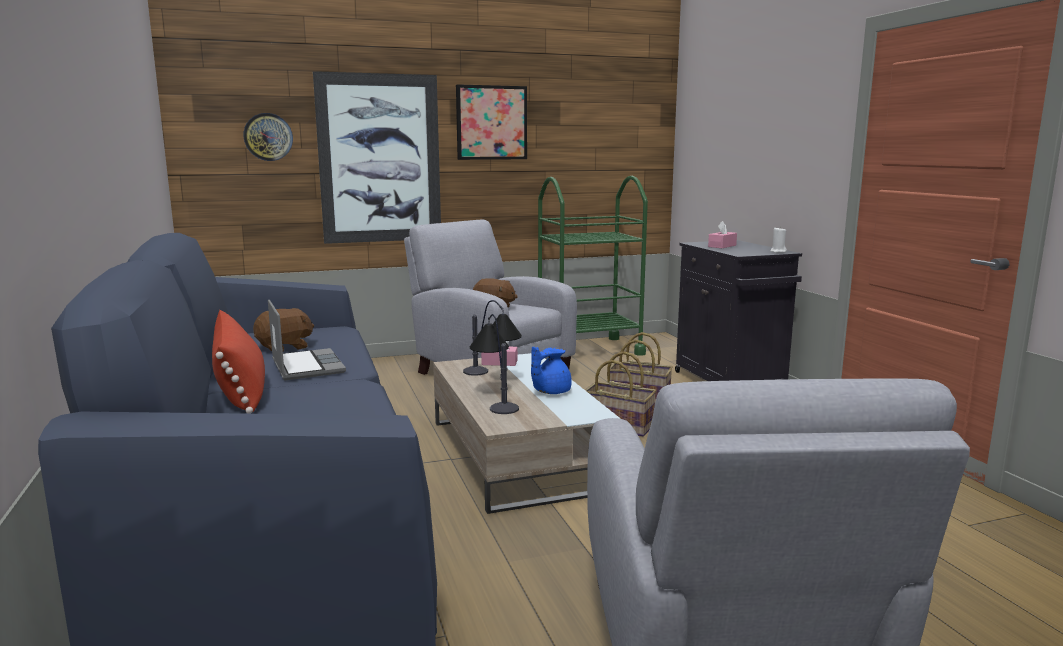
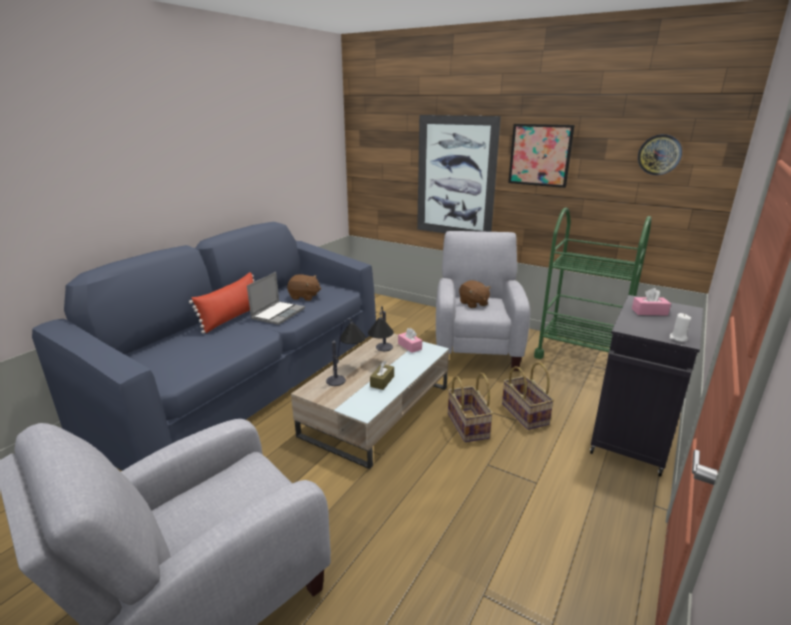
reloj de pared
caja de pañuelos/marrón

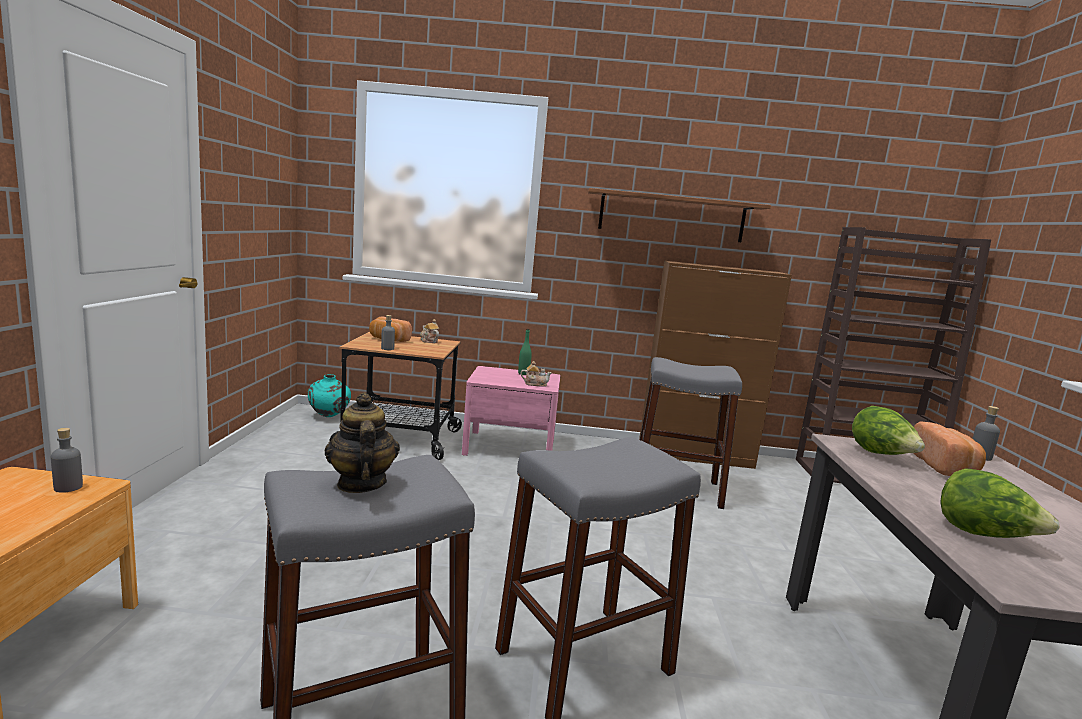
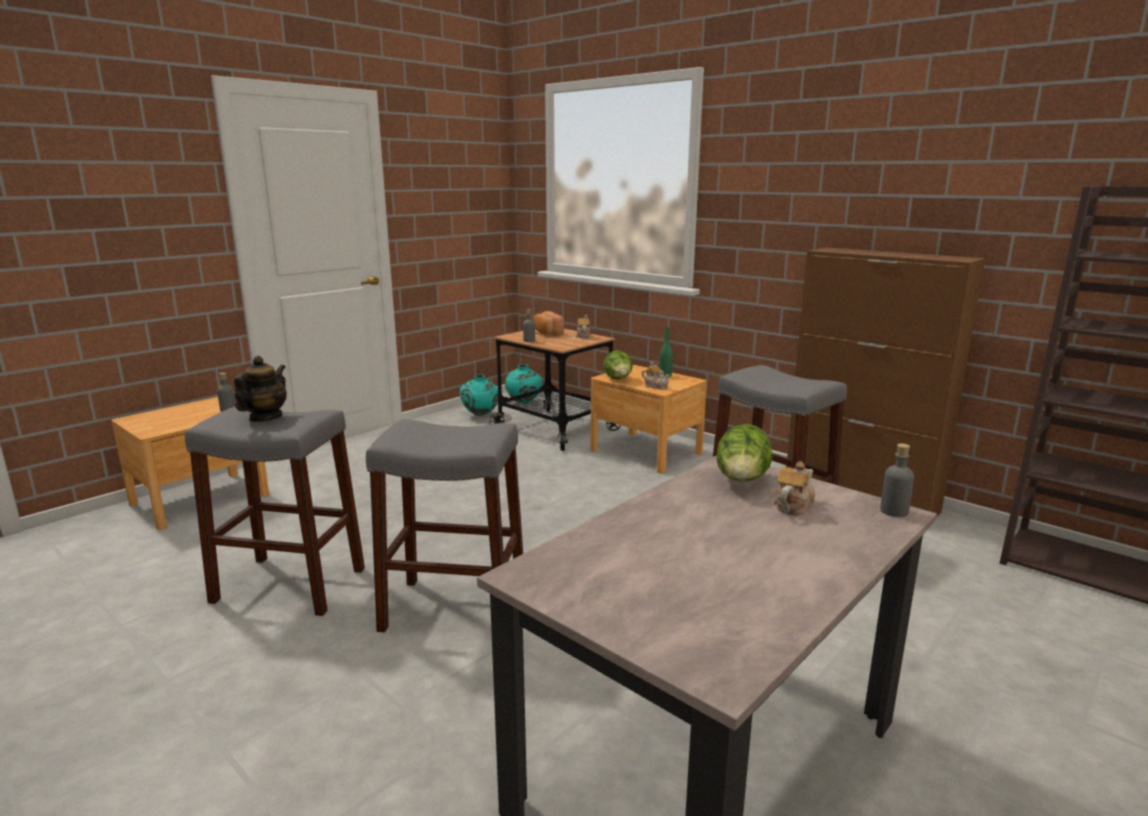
estante
florero/turquesa (1st from left)
lechuga (1st from left)
tetera (4th from left)
mesita de noche/marrón (2nd from left)

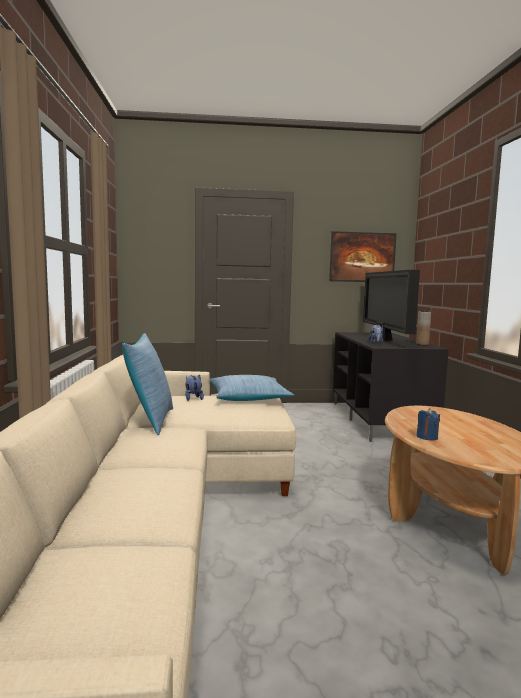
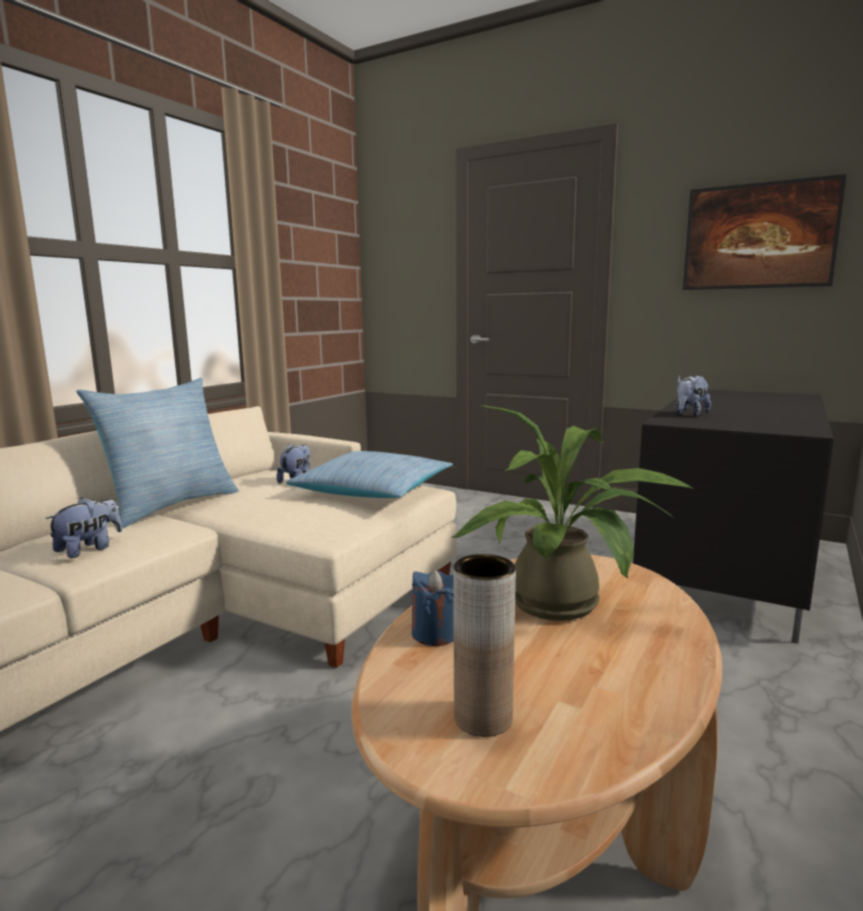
televisor
peluche (1st from left)
planta en maceta
florero/marrón

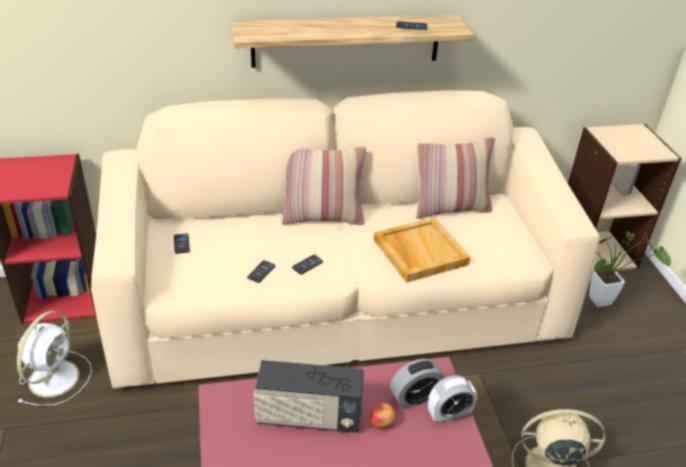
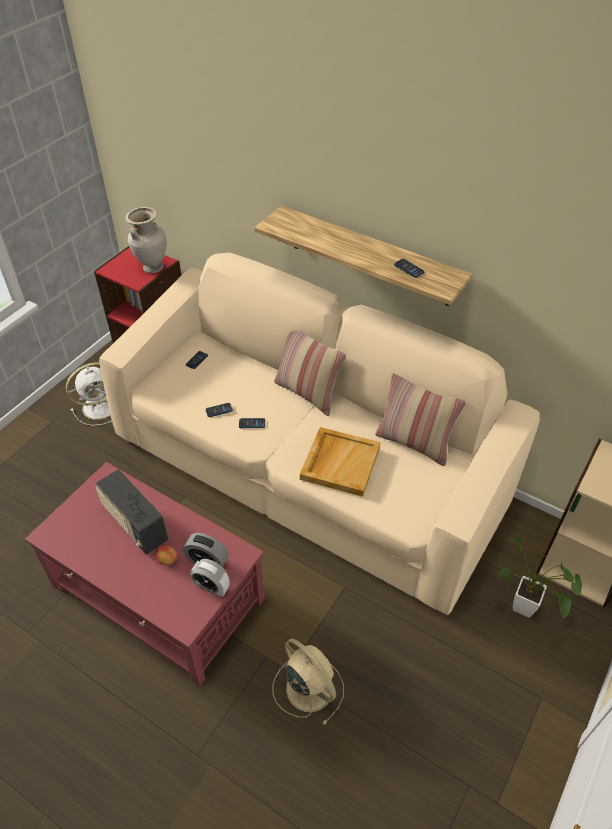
florero/beis

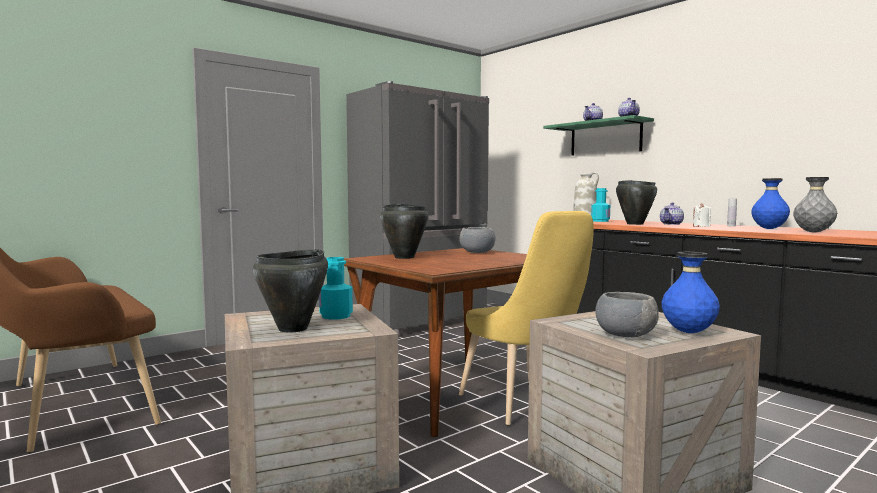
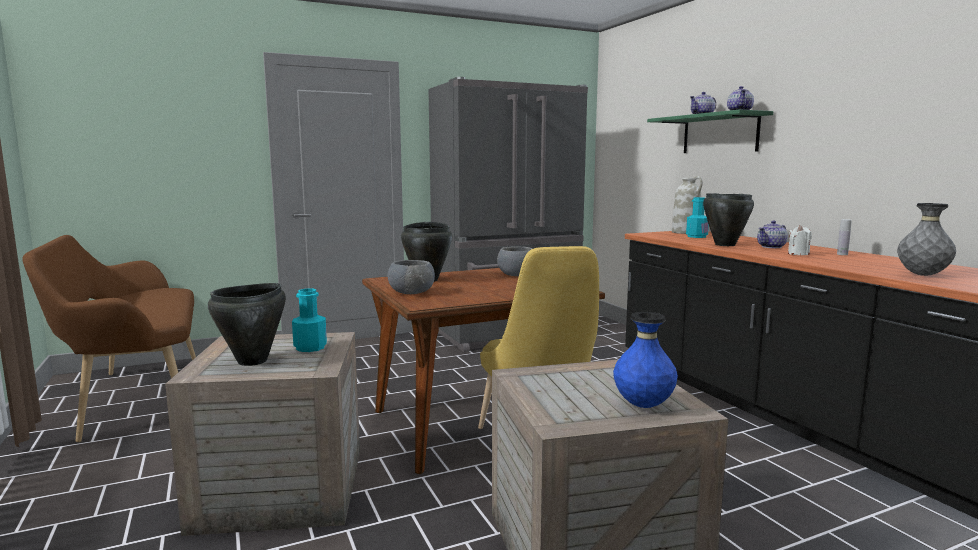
florero/azul (2nd from left in the first image)
cuenco/gris (1st from left)

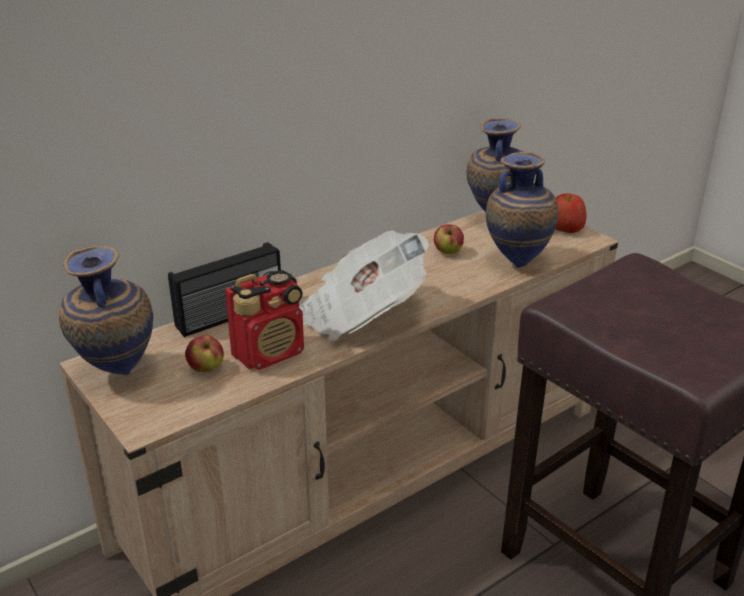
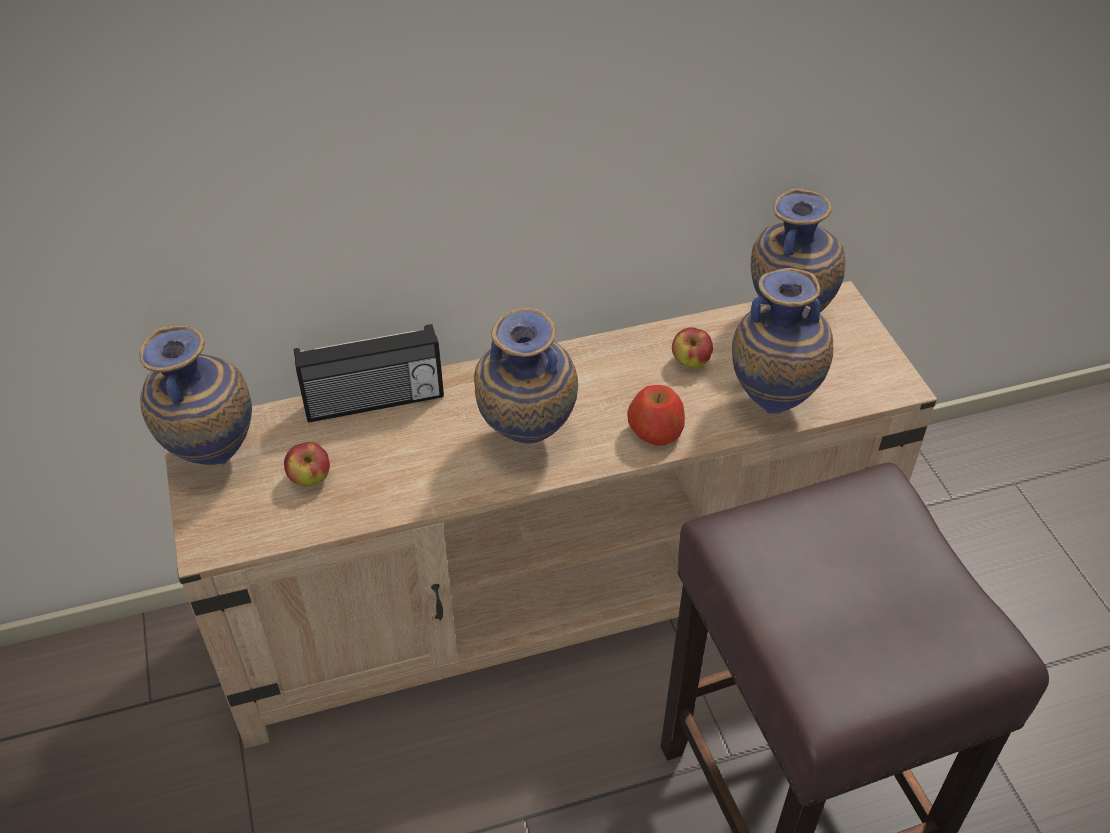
radio (2nd from left in the first image)
manzana (2nd from left)
florero (2nd from left)

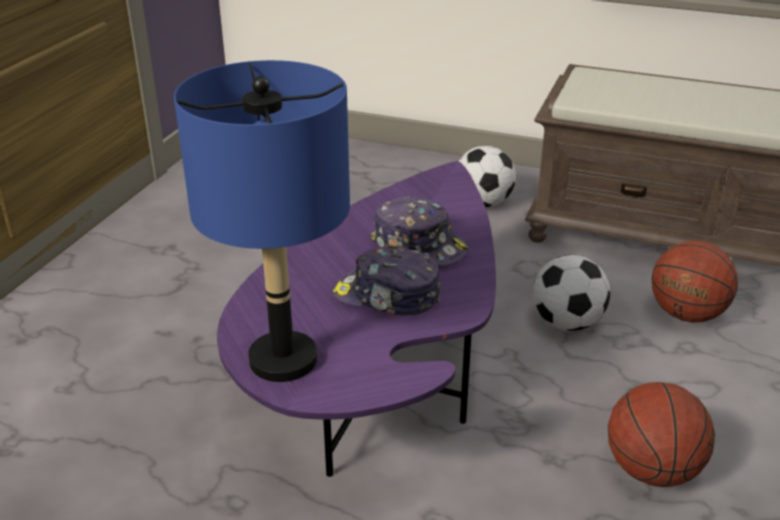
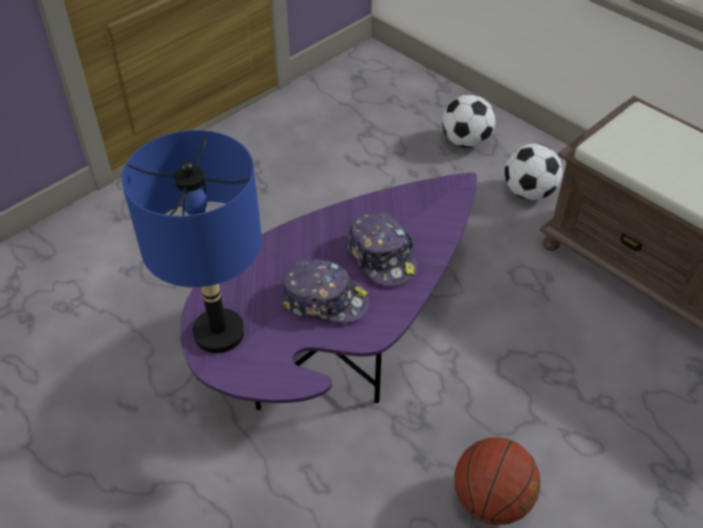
balón de baloncesto (2nd from left in the first image)
balón de fútbol (1st from left)
gorra (1st from left)

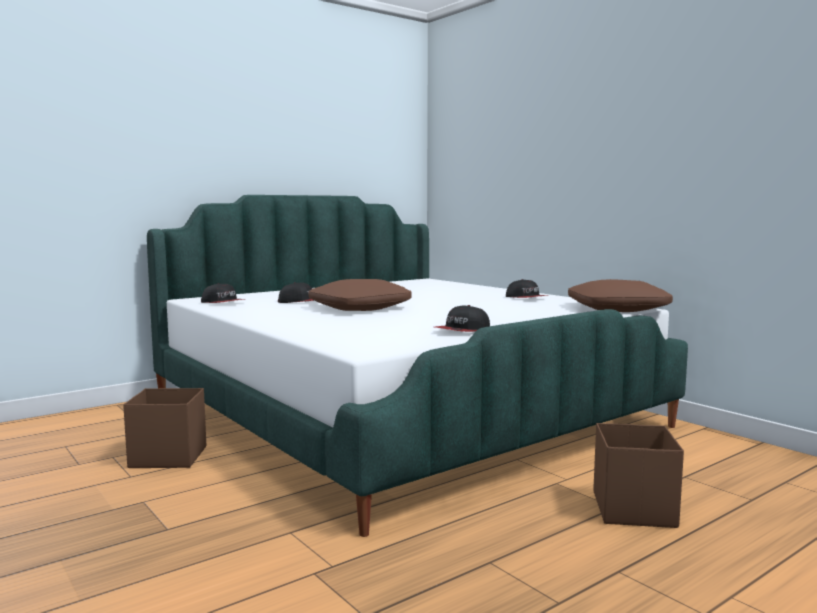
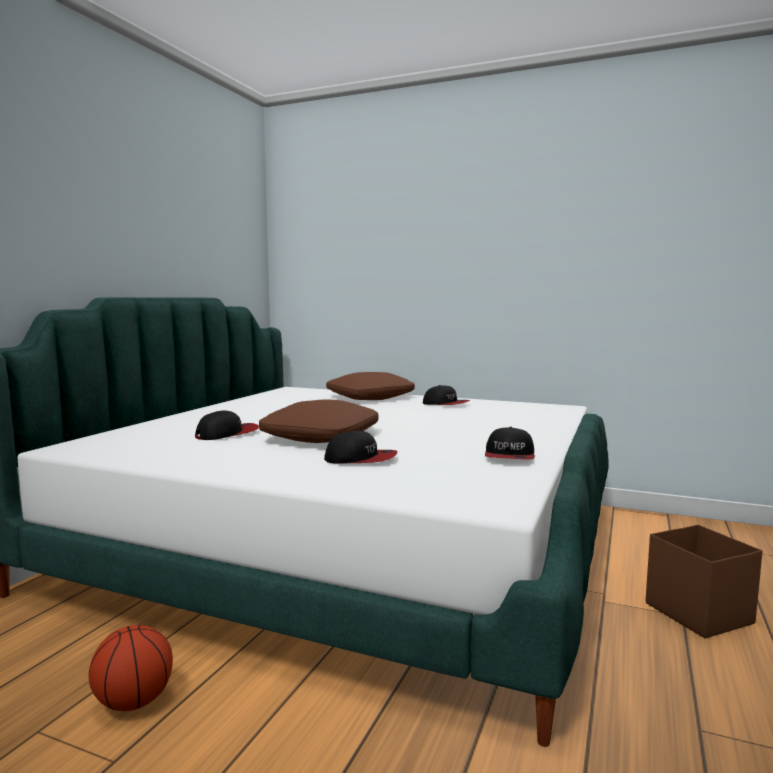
gorra (2nd from left)
cojín/marrón (2nd from left)
balón de baloncesto

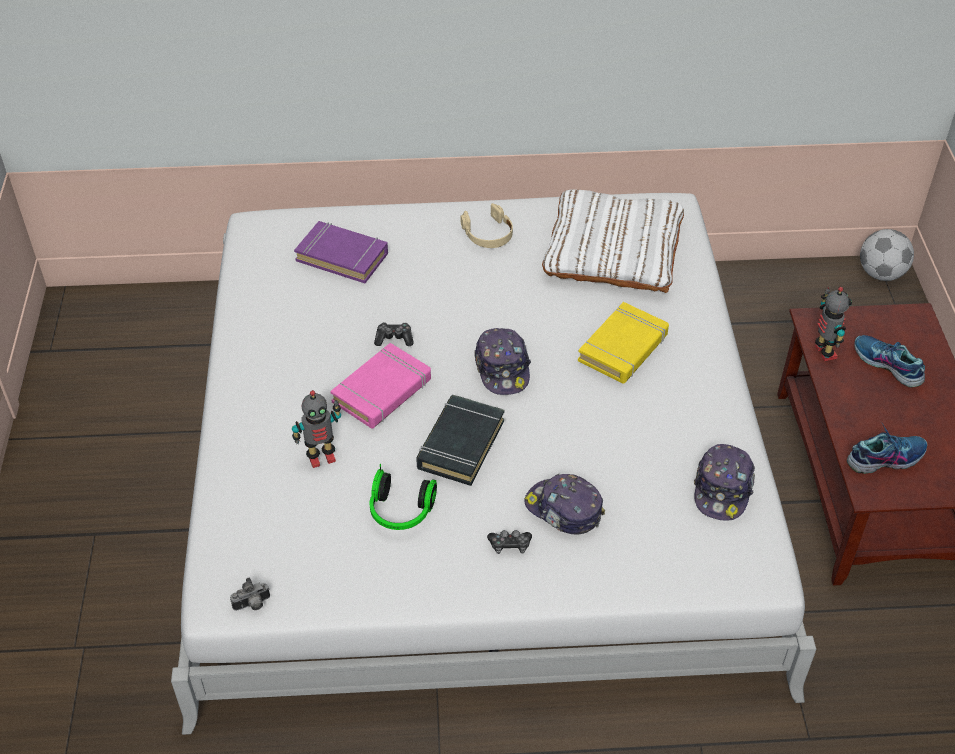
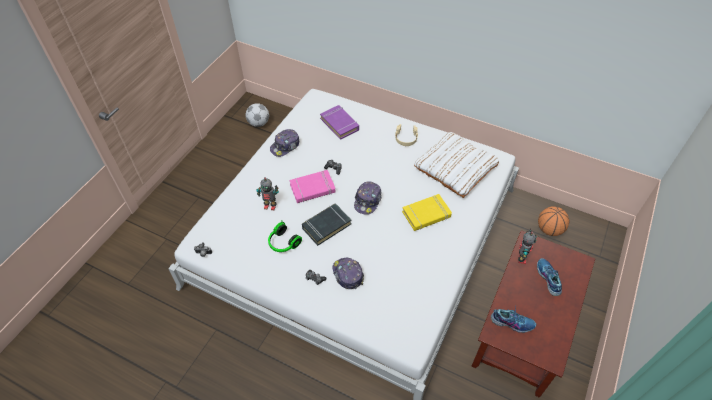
balón de baloncesto
gorra (1st from left)
balón de fútbol

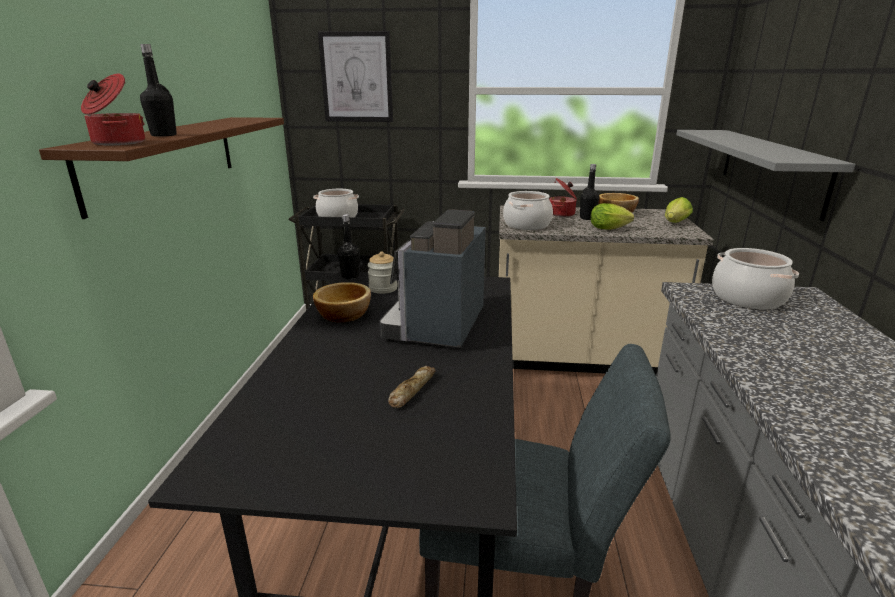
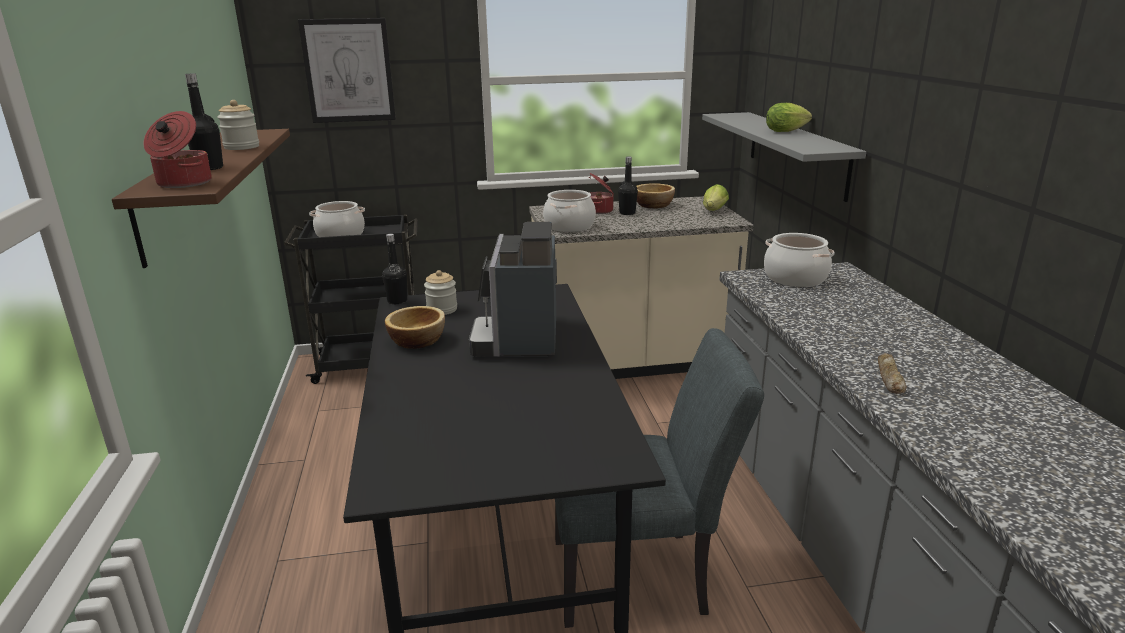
tarro (1st from left)
pan
lechuga (2nd from left)

